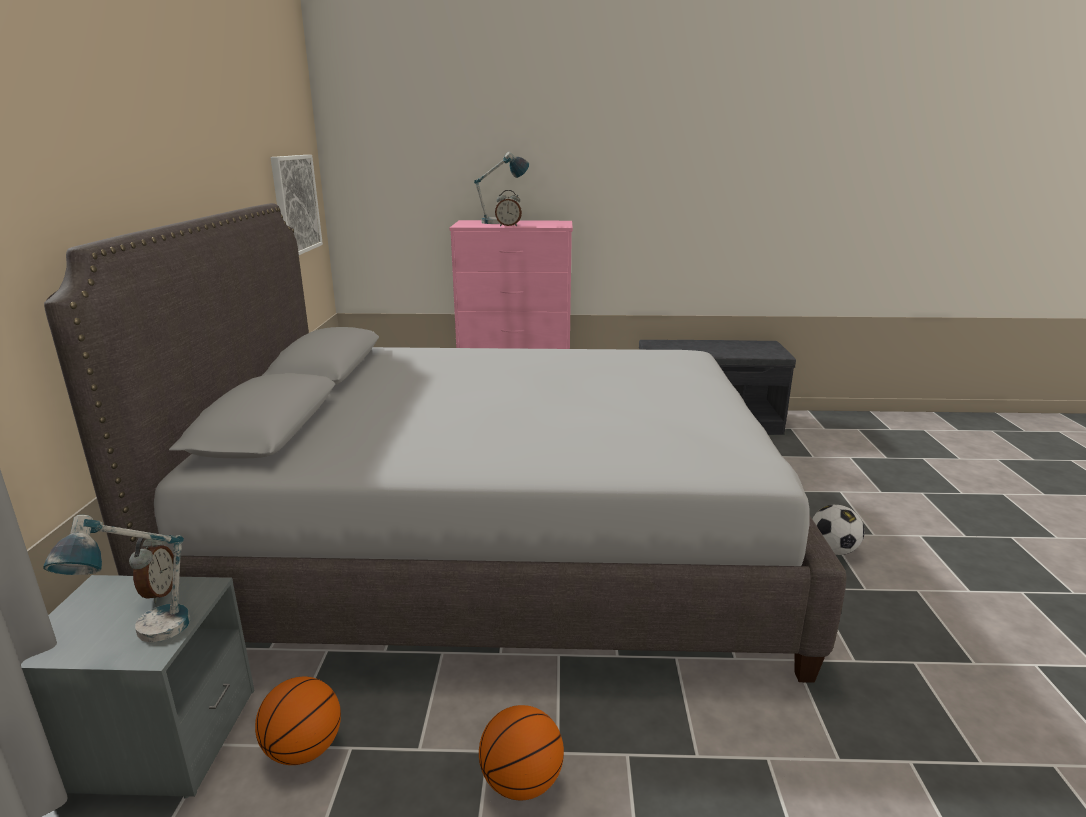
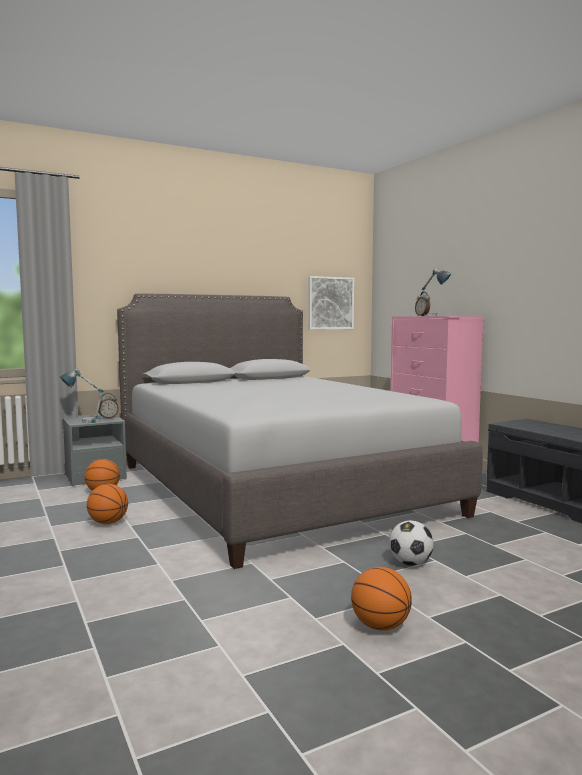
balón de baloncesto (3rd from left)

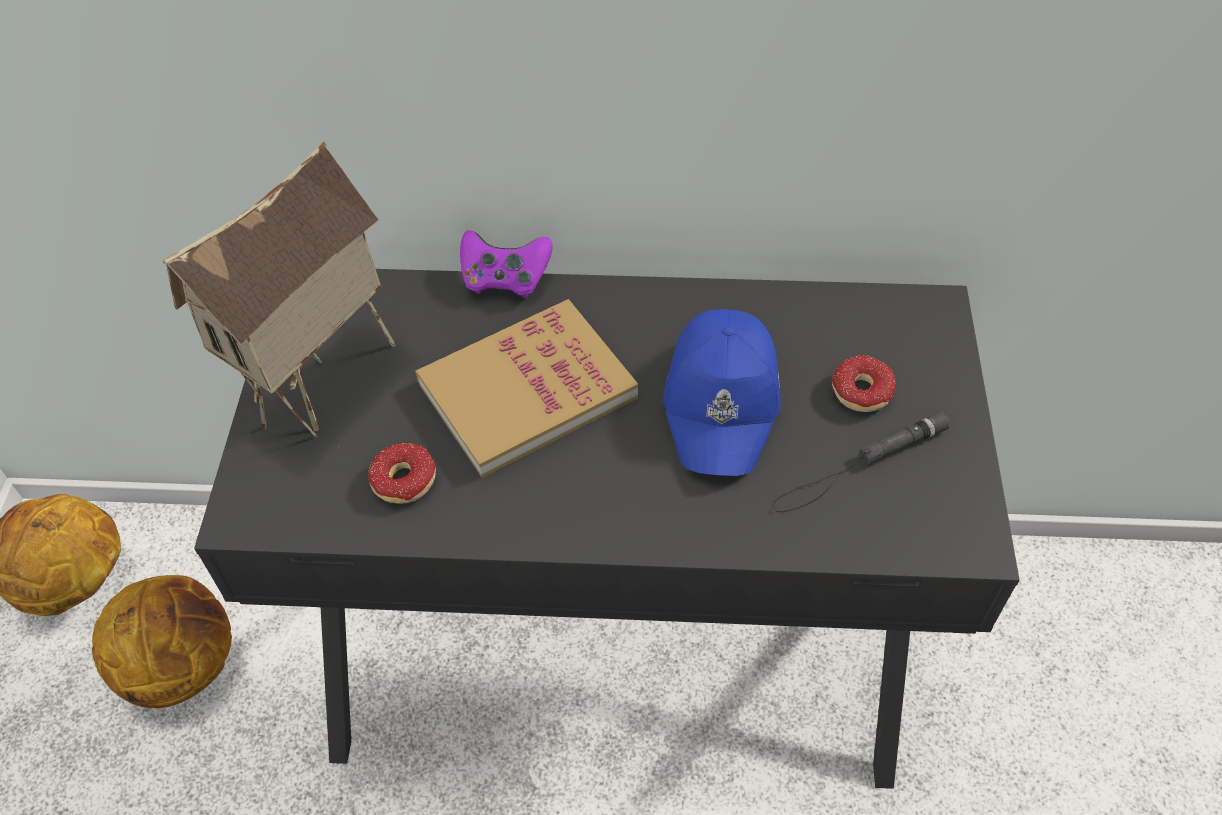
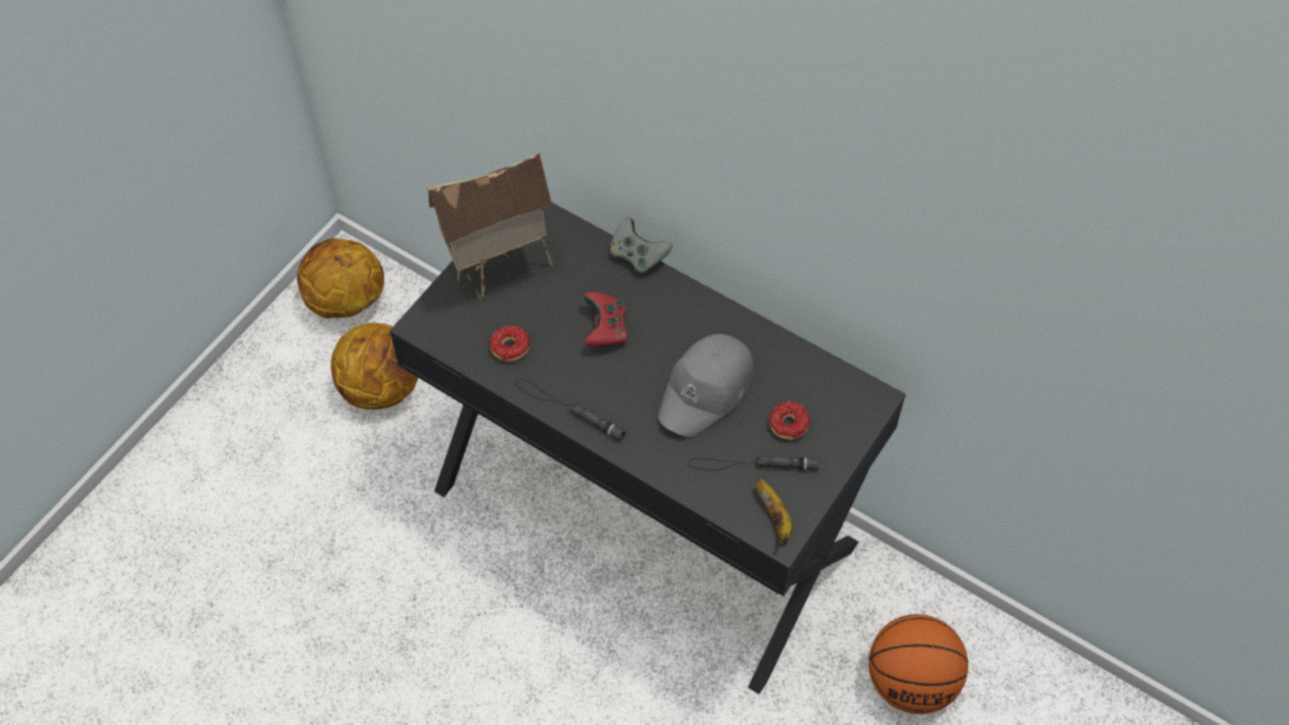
linterna/negro (1st from left)
plátano
balón de baloncesto (3rd from left)
mando de consola/rojo
mando de consola/gris
gorra/gris

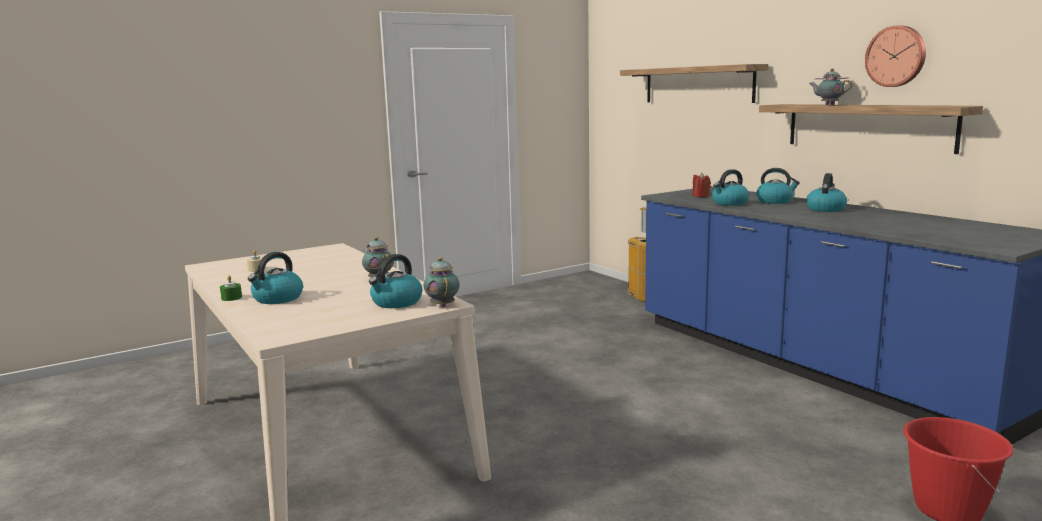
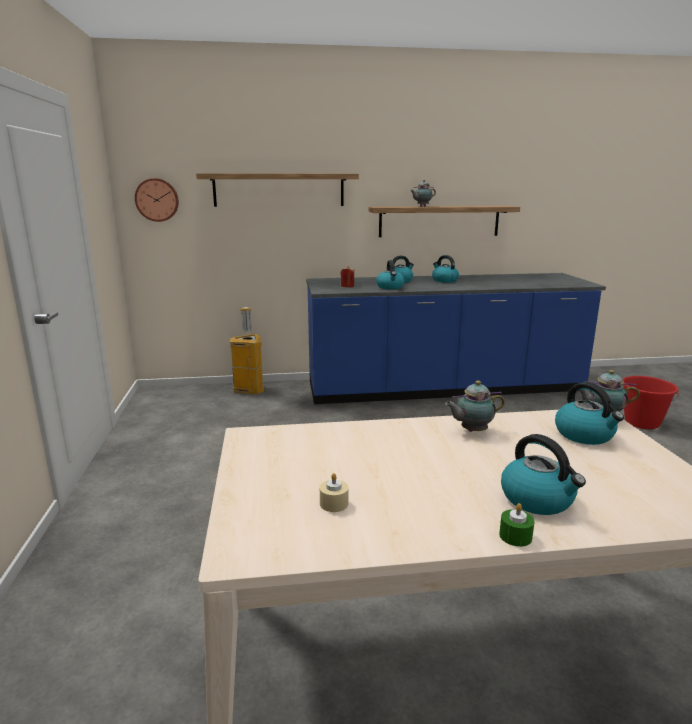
reloj de pared

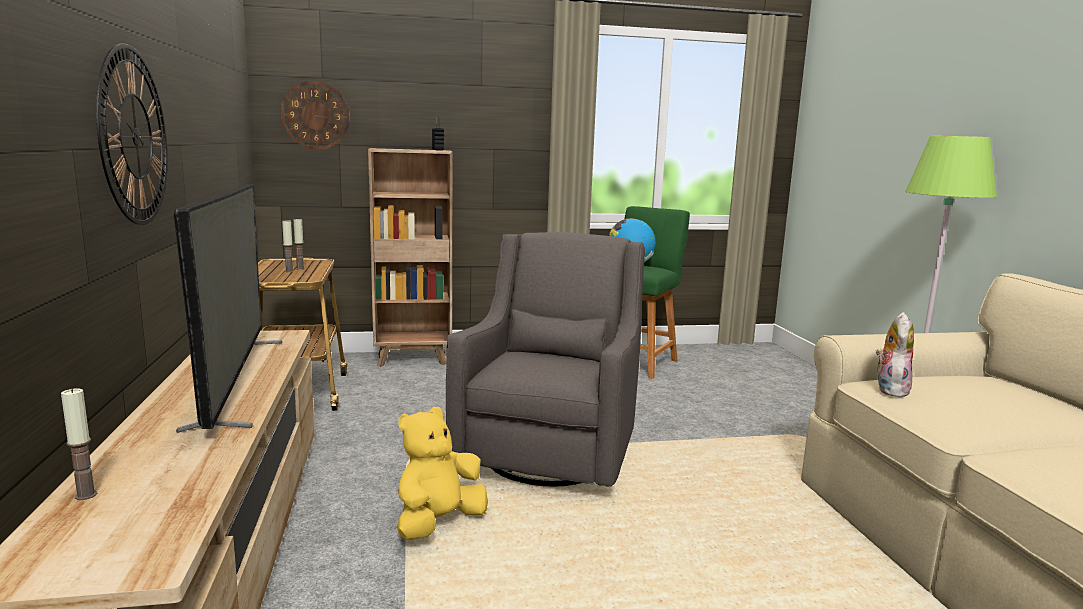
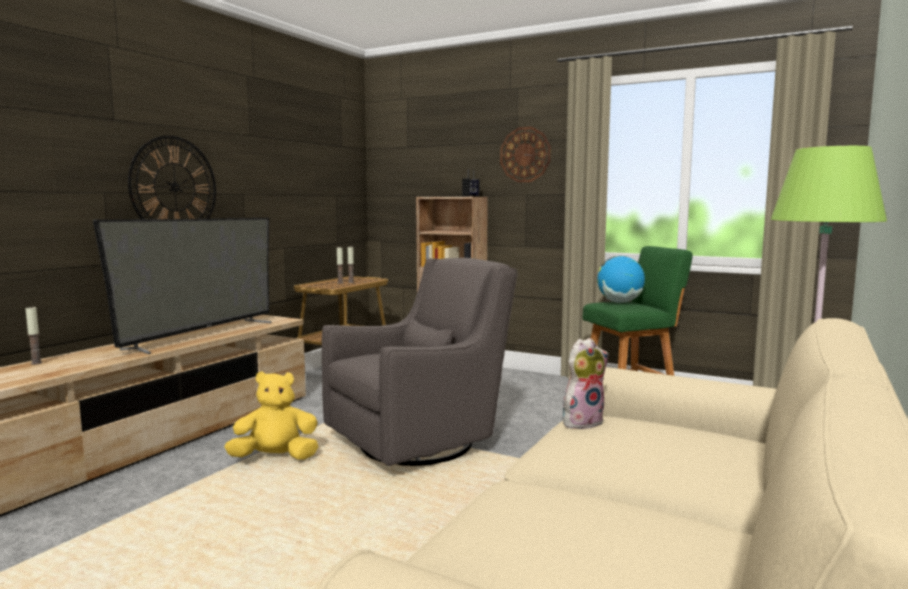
reloj de pared (2nd from left)

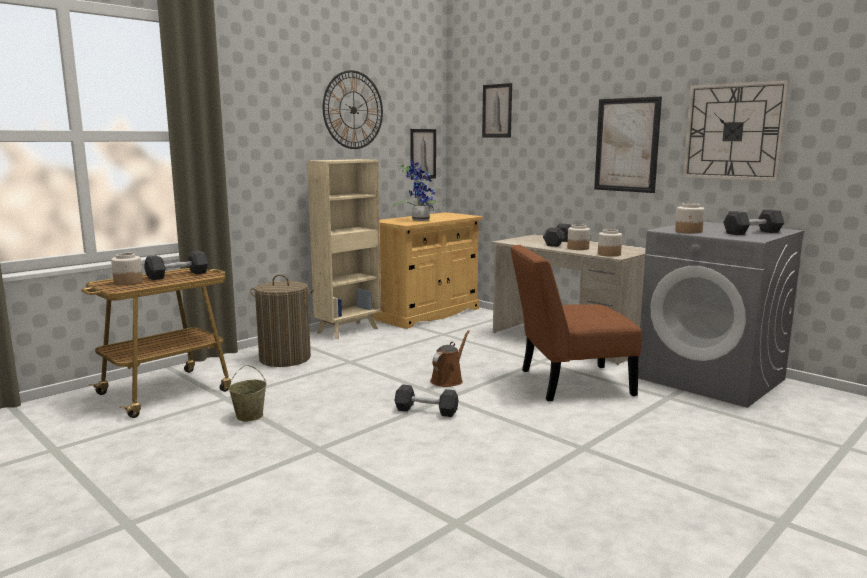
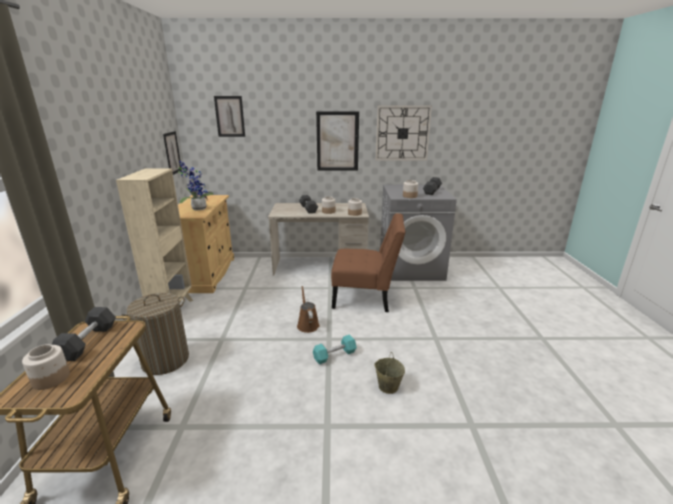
reloj de pared (1st from left in the first image)
cubo/beis
mancuerna/turquesa
silla/marrón

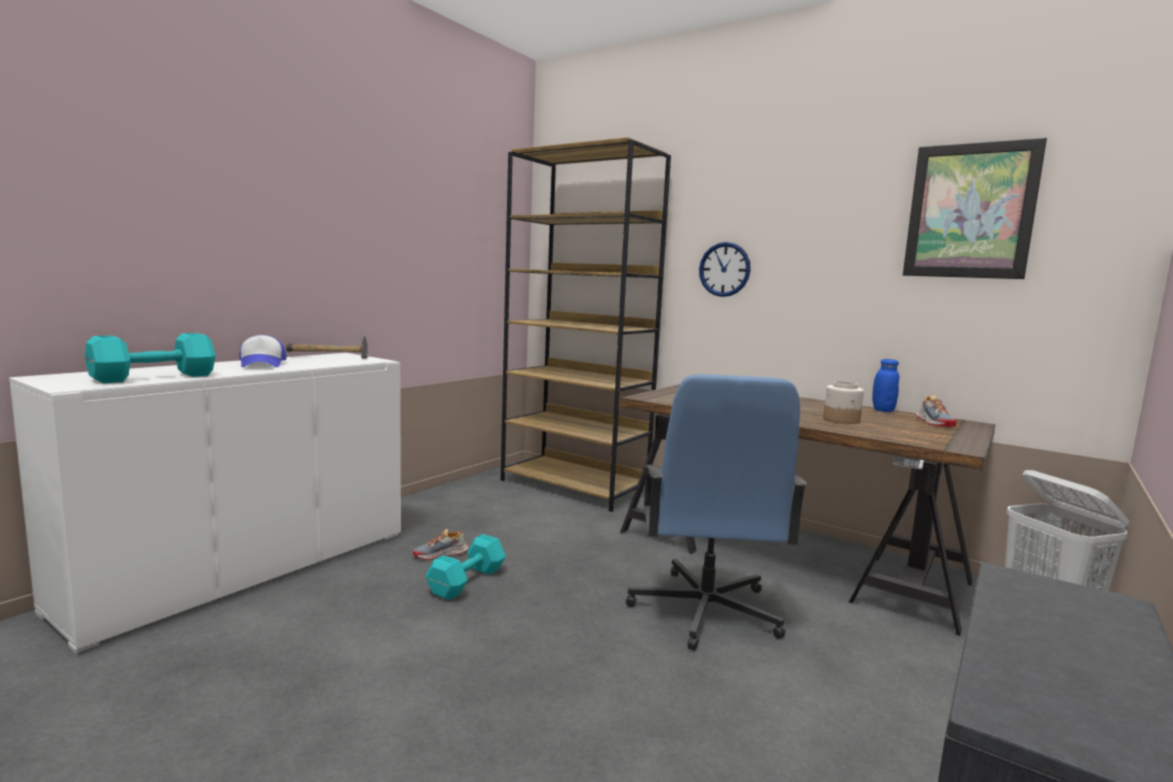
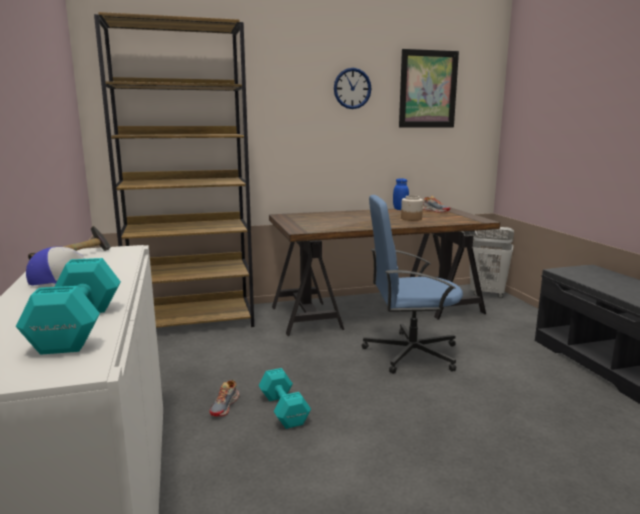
reloj de pared
silla de oficina/azul

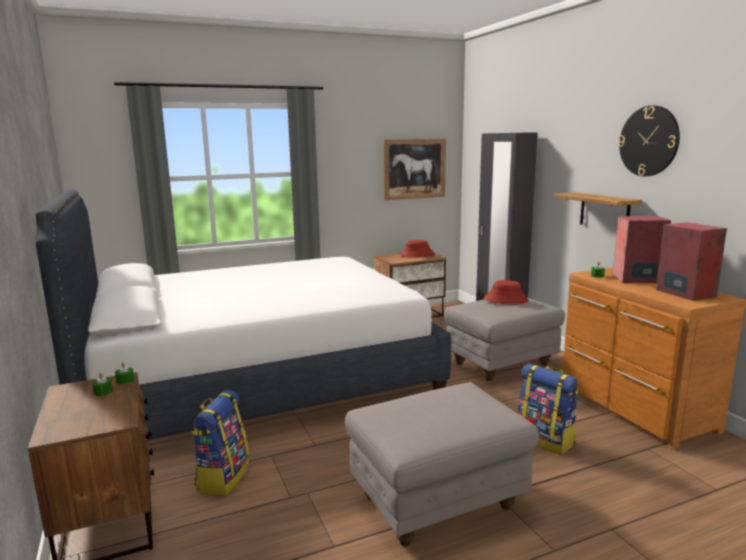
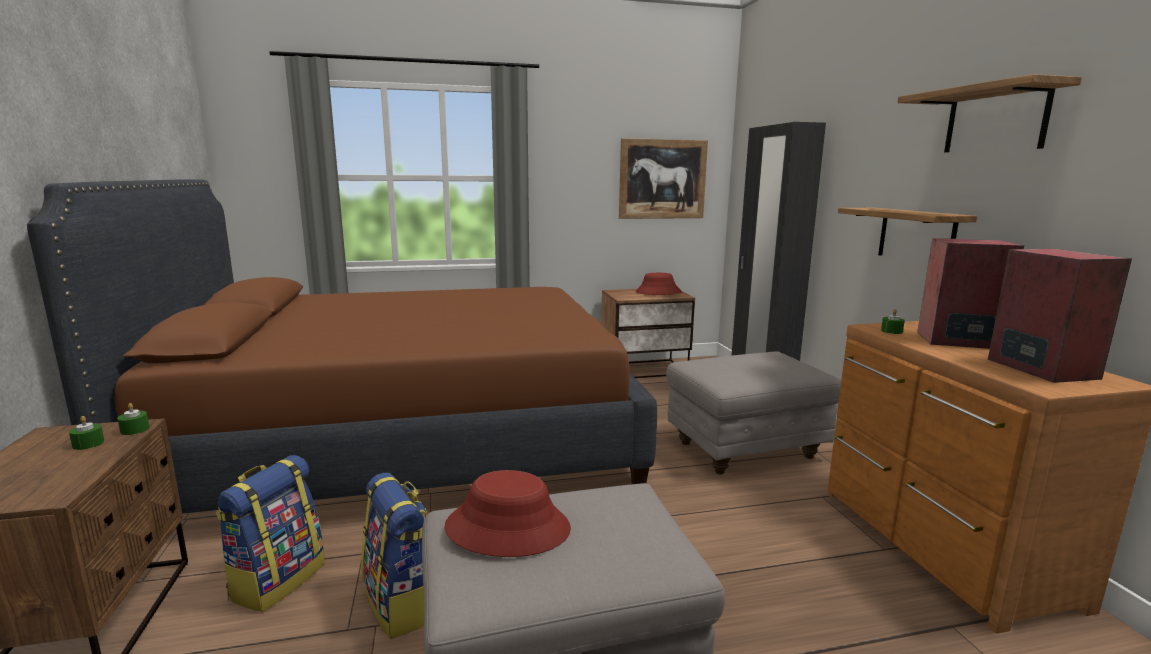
sombrero/rojo (1st from left)
mochila (2nd from left)
estante (2nd from left)
cama/marrón

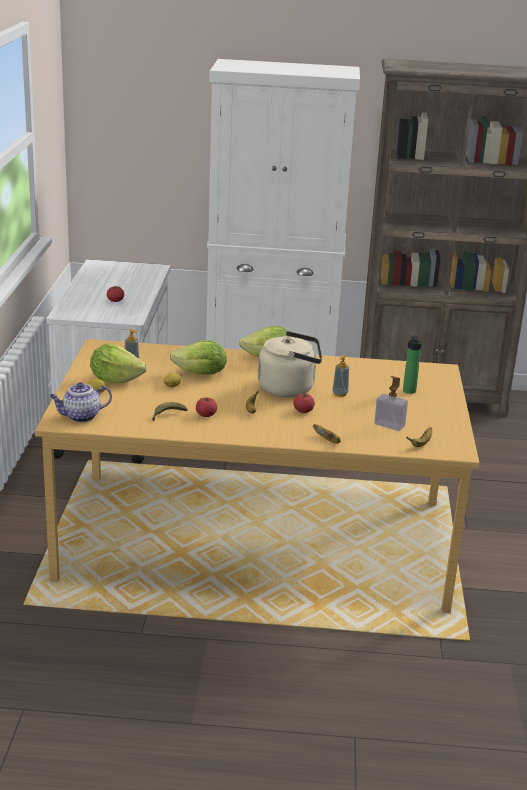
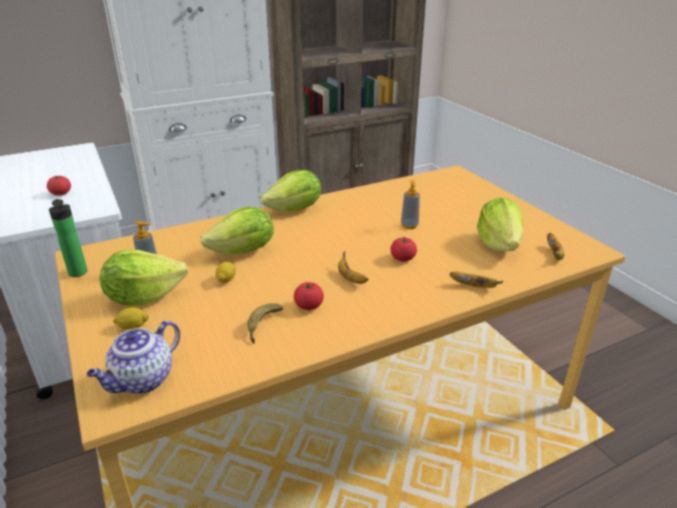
hervidor/beis
botella
lechuga (4th from left)

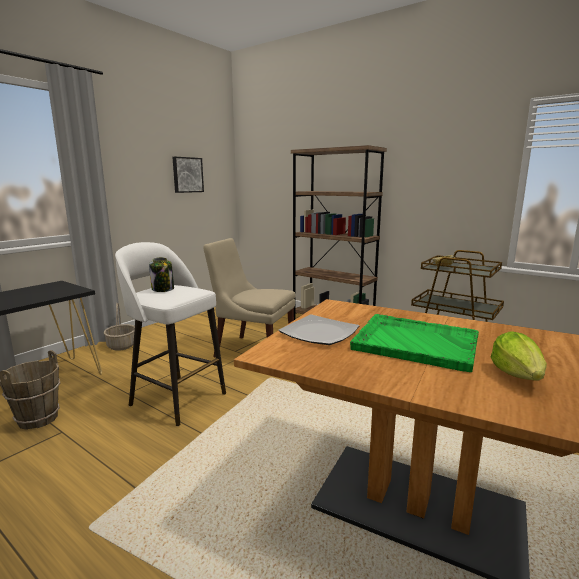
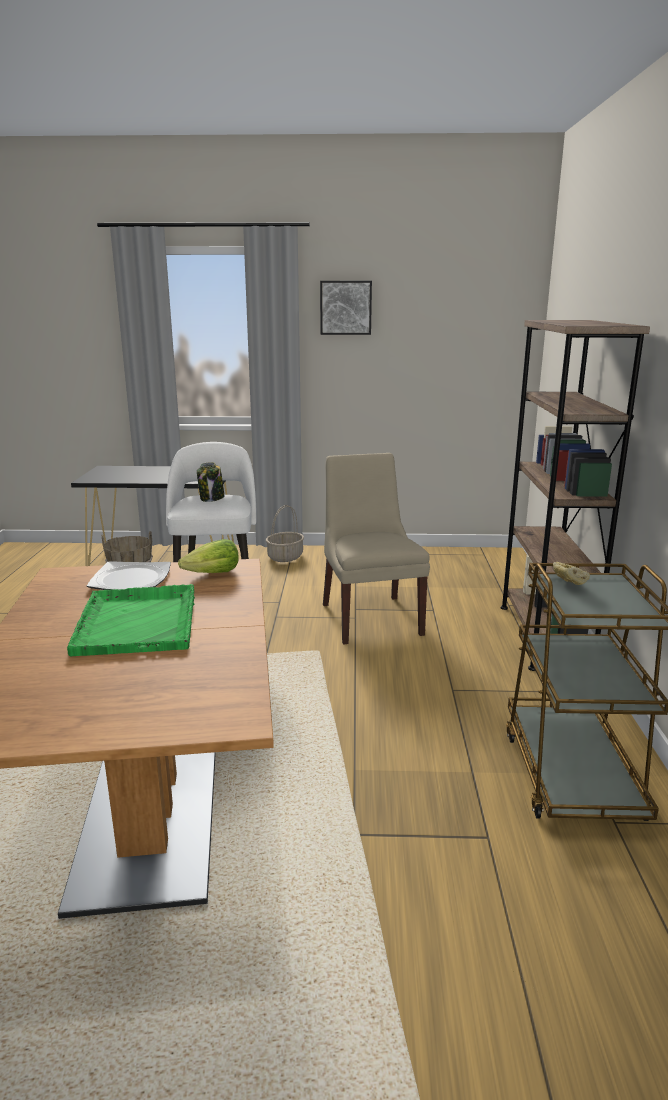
cuadro
lechuga

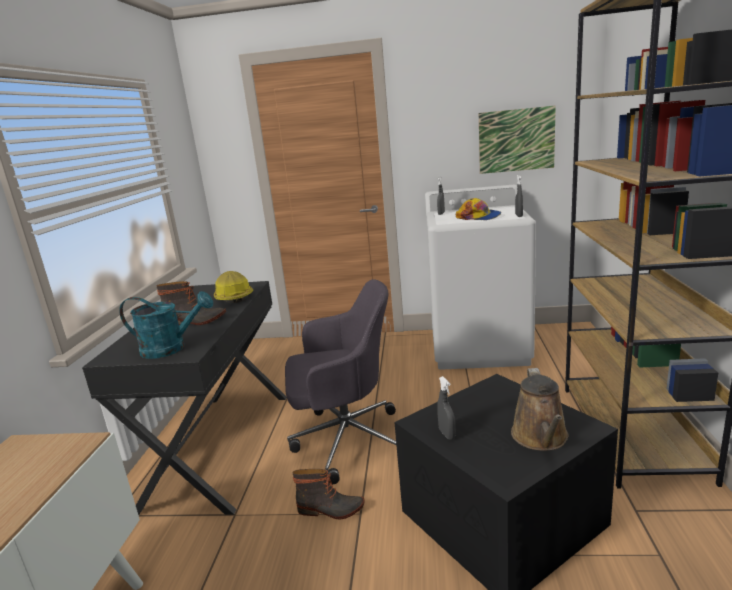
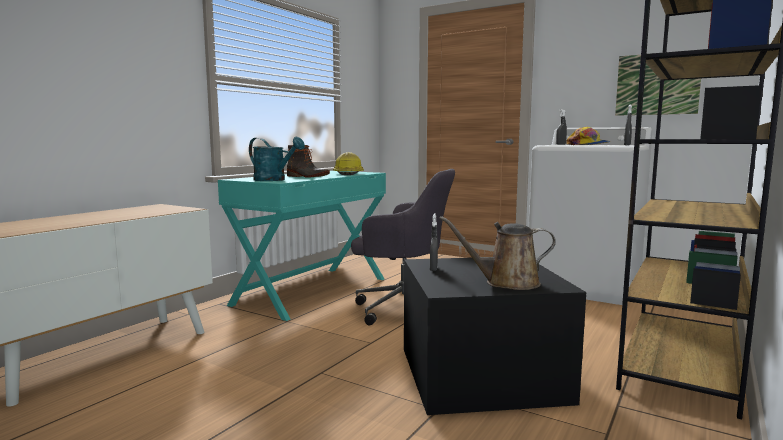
bota (2nd from left in the first image)
escritorio/turquesa
regadera/marrón

